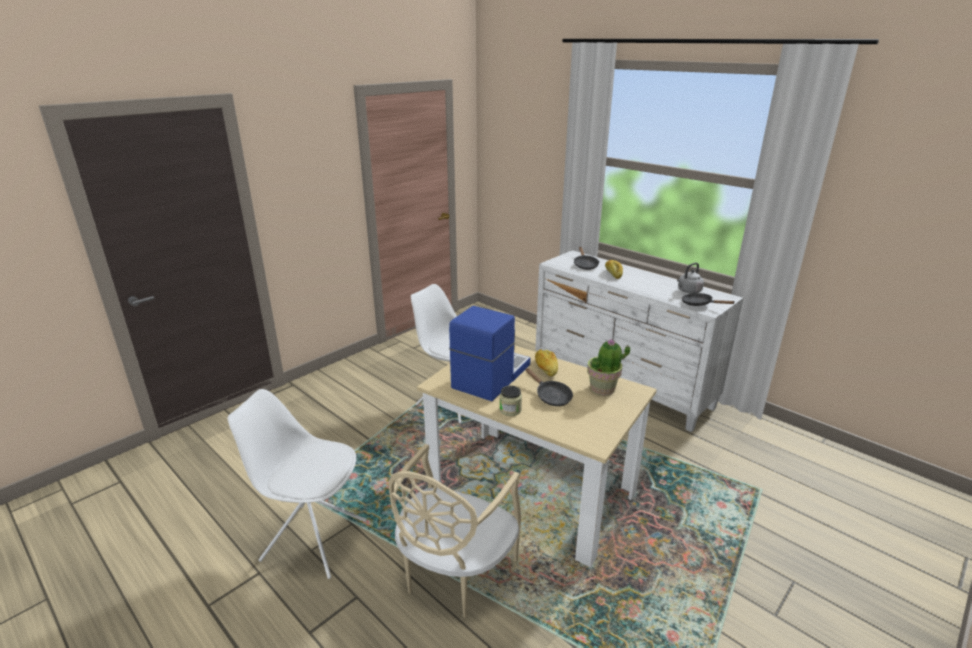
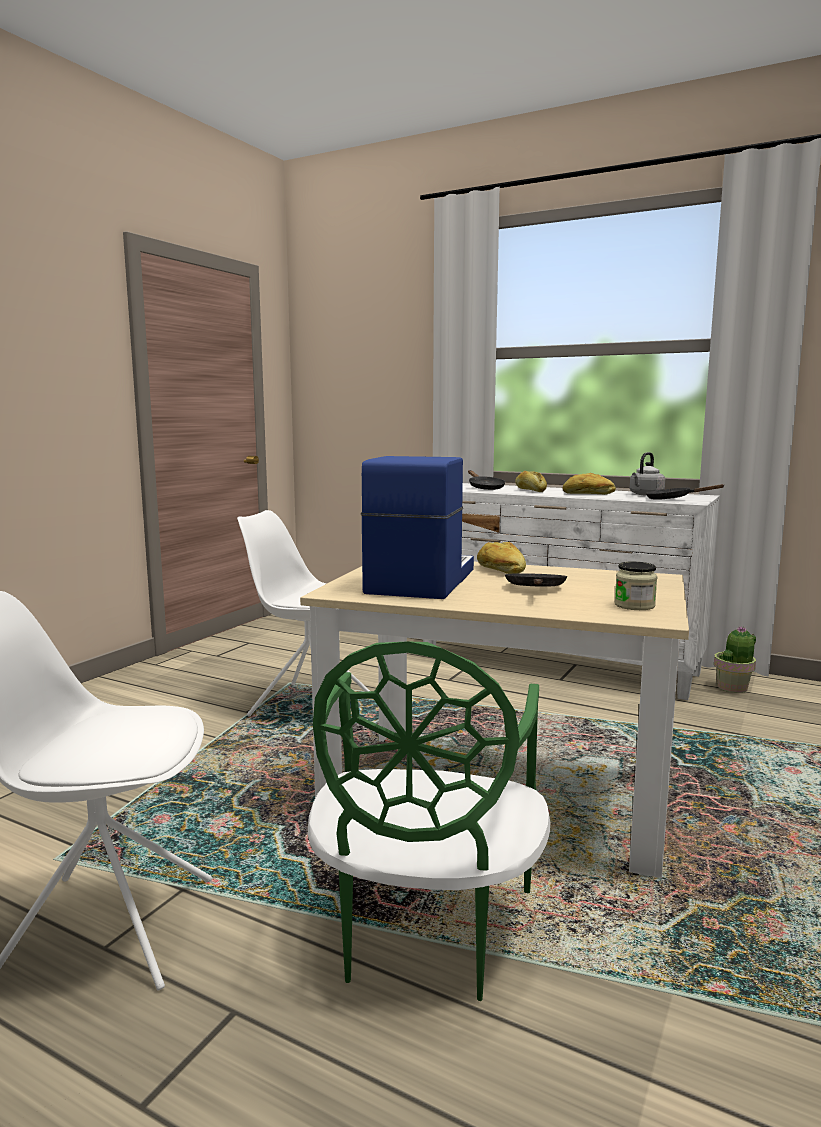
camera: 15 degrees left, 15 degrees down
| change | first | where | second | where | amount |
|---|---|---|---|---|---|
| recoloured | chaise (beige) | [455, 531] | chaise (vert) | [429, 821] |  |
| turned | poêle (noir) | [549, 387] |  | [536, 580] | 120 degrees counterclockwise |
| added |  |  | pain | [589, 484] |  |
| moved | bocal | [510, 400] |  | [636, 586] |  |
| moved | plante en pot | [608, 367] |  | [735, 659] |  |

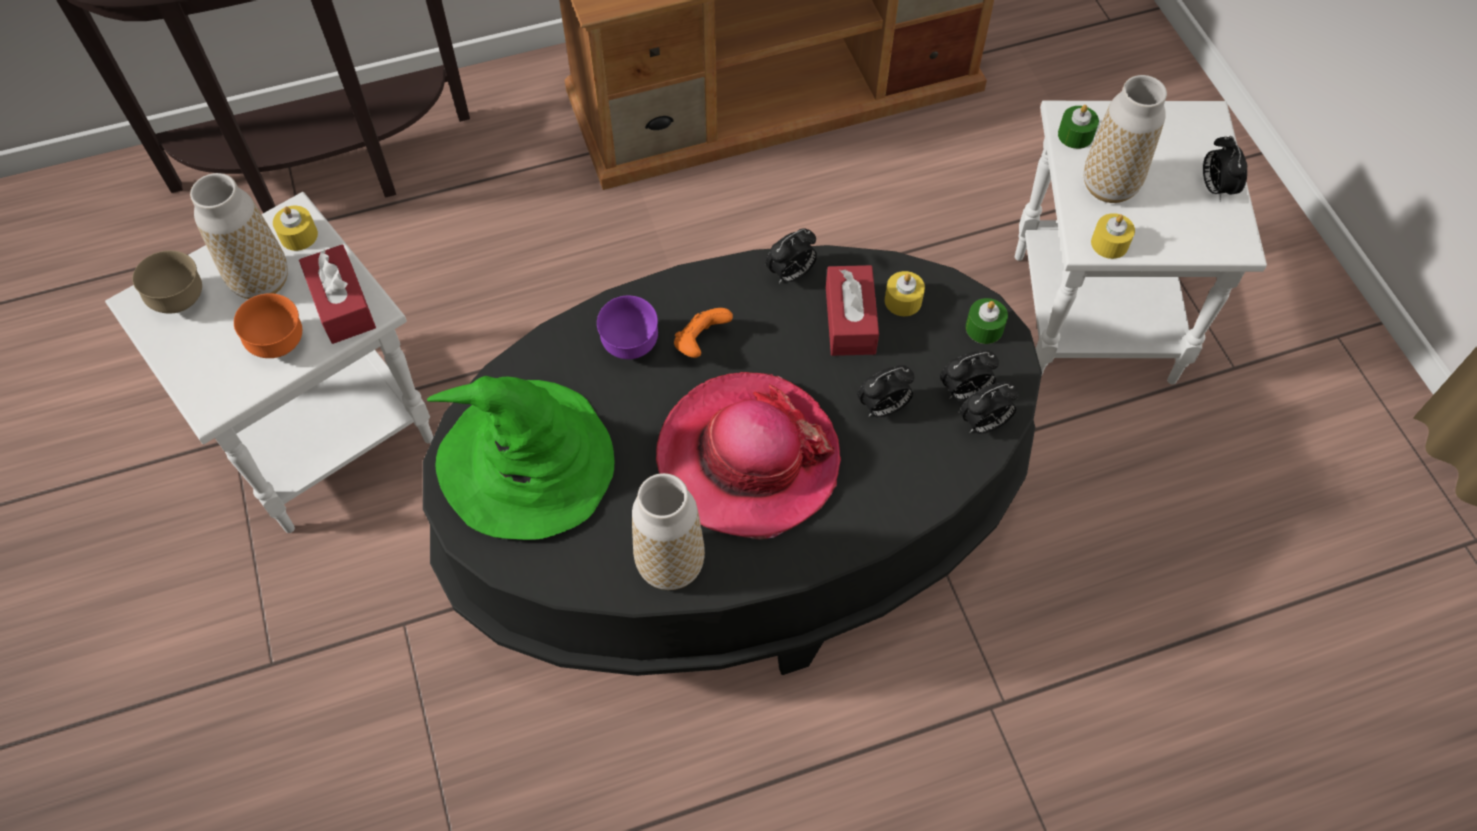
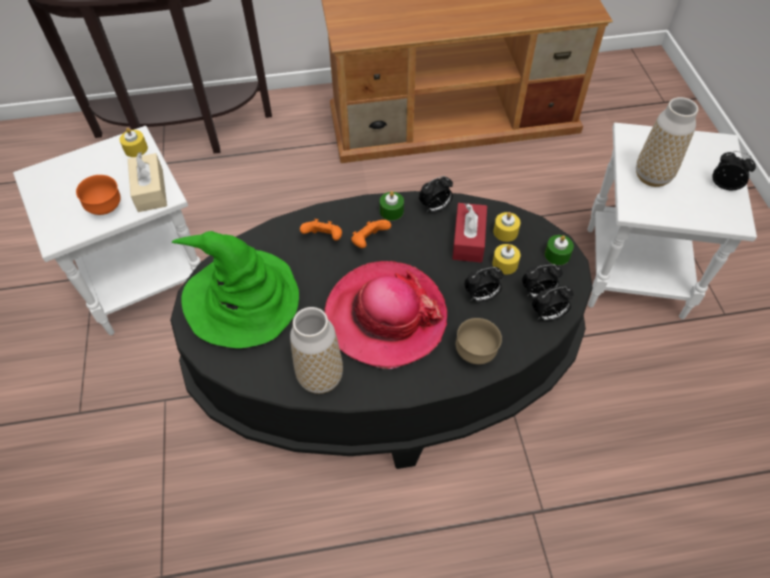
camera: 10 degrees right, 5 degrees down
| change | first | where | second | where | amount |
|---|---|---|---|---|---|
| recoloured | boîte à mouchoirs (rouge) | [337, 294] | boîte à mouchoirs (beige) | [147, 182] |  |
| replaced | bol (violet) | [627, 327] | manette (orange) | [321, 230] |  |
| moved | bougie (vert) | [1078, 127] |  | [392, 206] |  |
| moved | bol (marron) | [167, 282] |  | [479, 341] |  |
| moved | bougie (jaune) | [1113, 236] |  | [506, 259] |  |
| turned | réveil | [1225, 168] |  | [734, 170] | 120 degrees clockwise |
| removed | vase | [239, 236] |  |  |  |

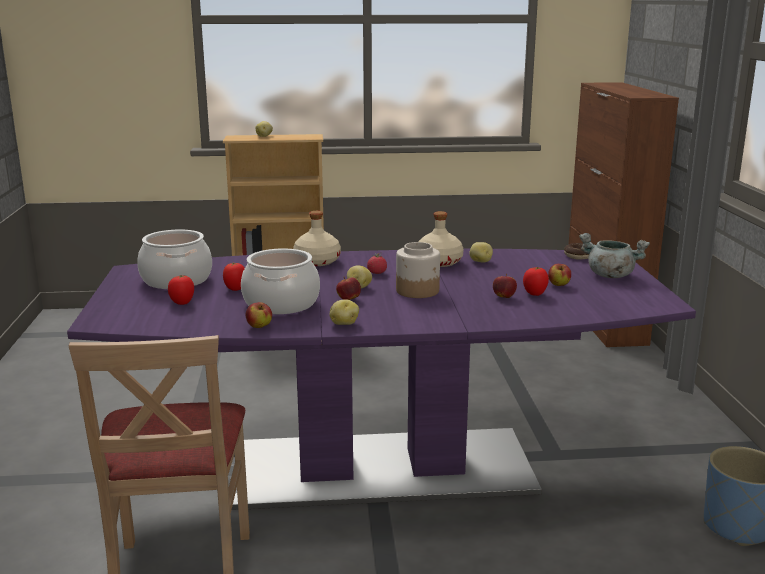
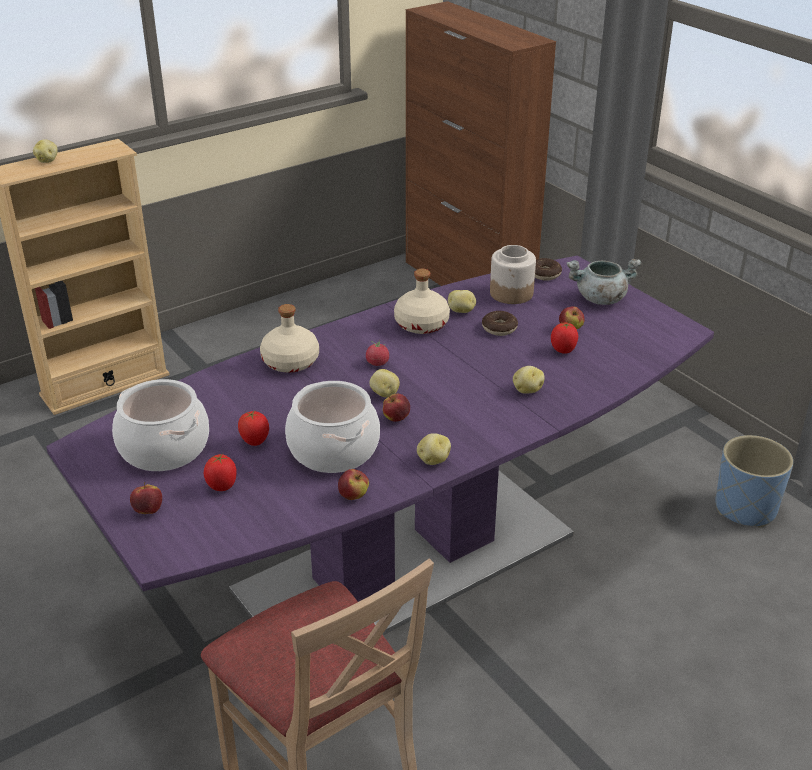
camera: 30 degrees left, 15 degrees up
| change | first | where | second | where | amount |
|---|---|---|---|---|---|
| moved | pomme | [505, 286] |  | [146, 498] |  |
| added |  |  | beignet | [500, 323] |  |
| moved | bocal | [418, 270] |  | [513, 274] |  |
| added |  |  | pomme de terre | [528, 380] |  |

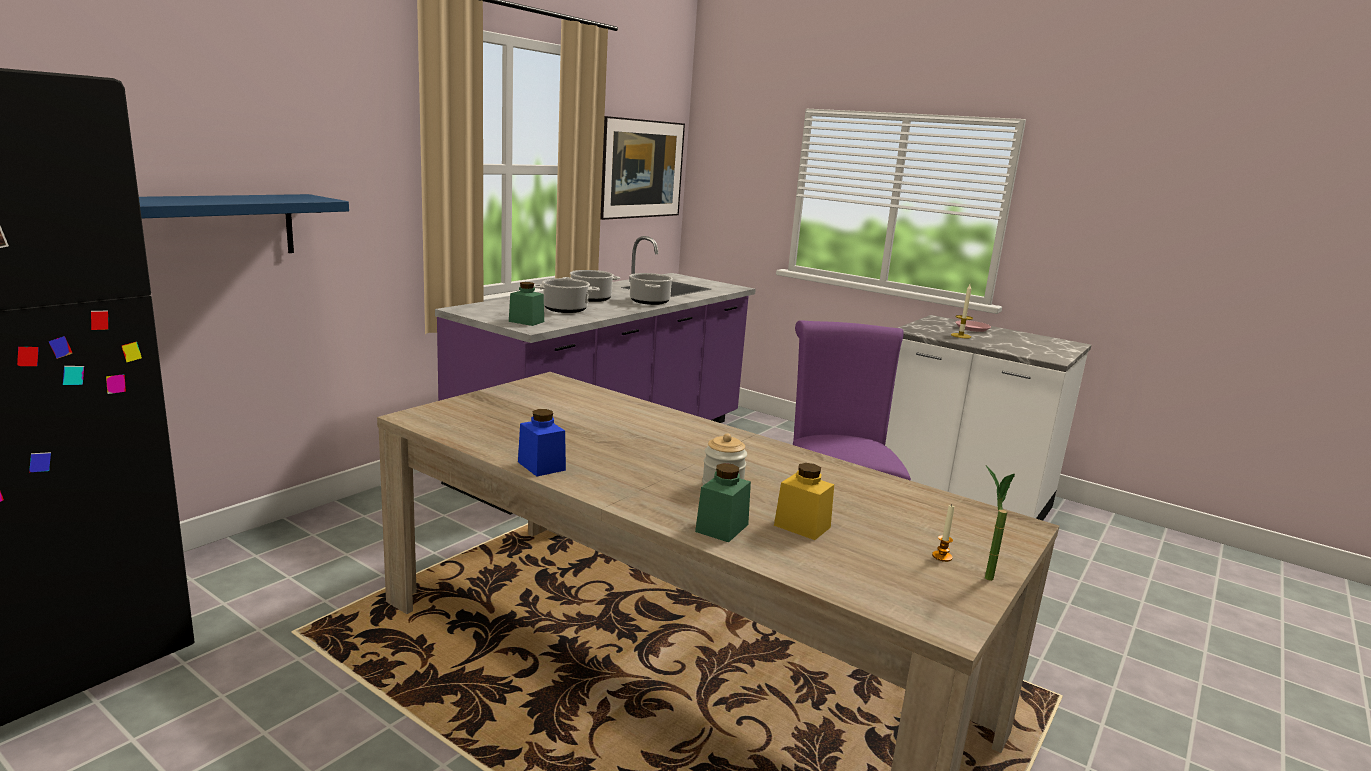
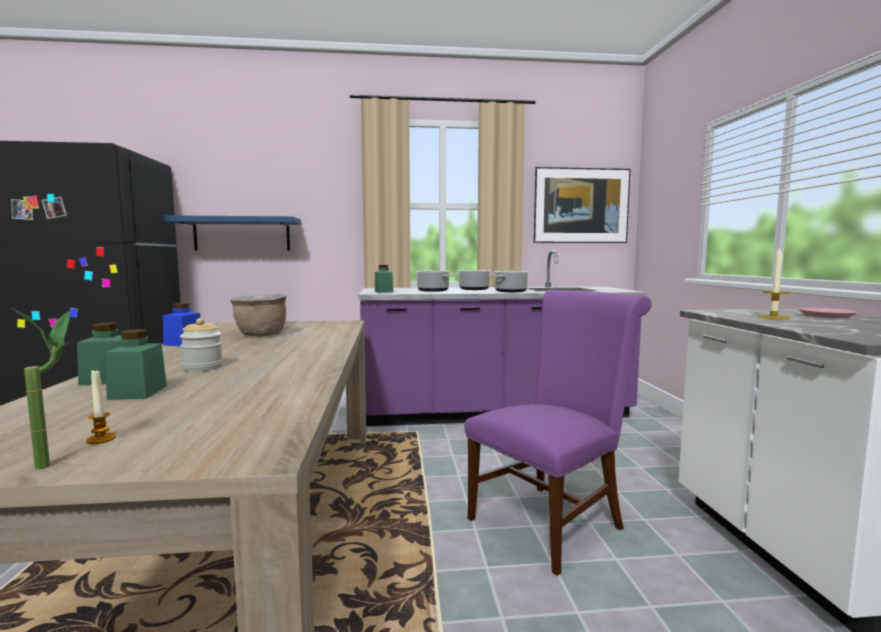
camera: 50 degrees right, 10 degrees down
| change | first | where | second | where | amount |
|---|---|---|---|---|---|
| recoloured | bocal (jaune) | [804, 501] | bocal (vert) | [136, 364] |  |
| added |  |  | marmite (marron) | [258, 315] |  |

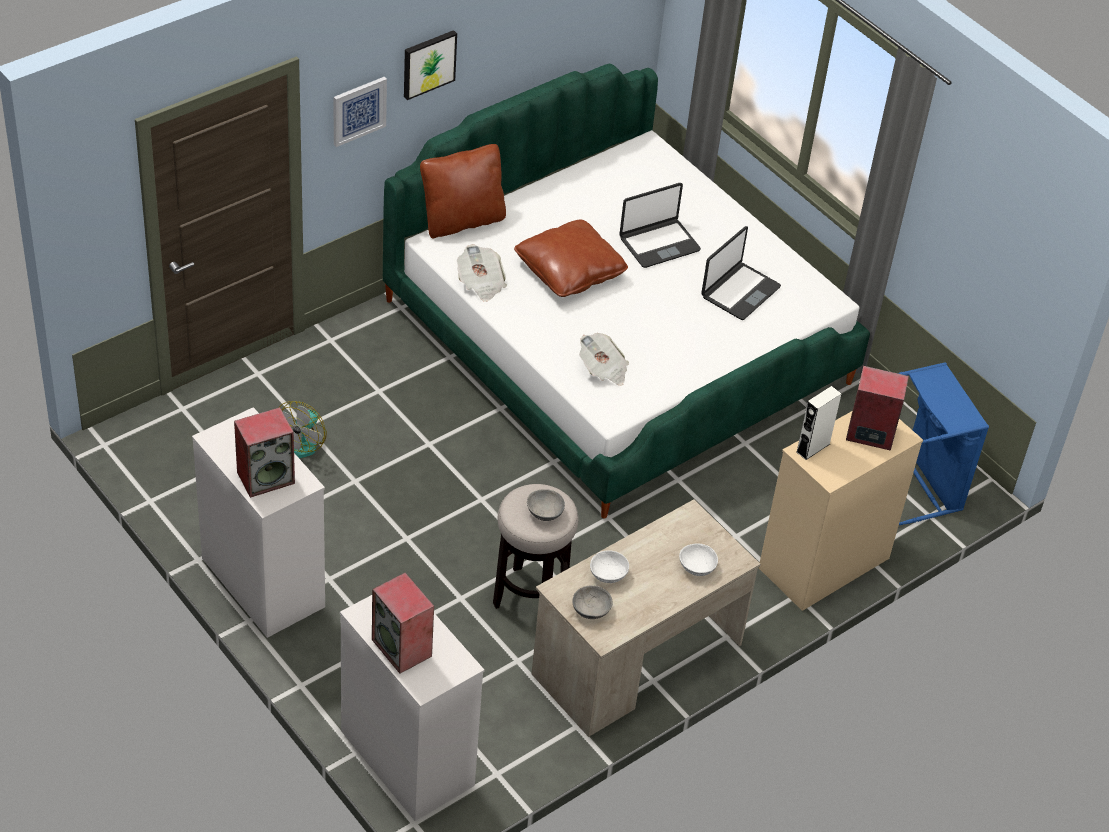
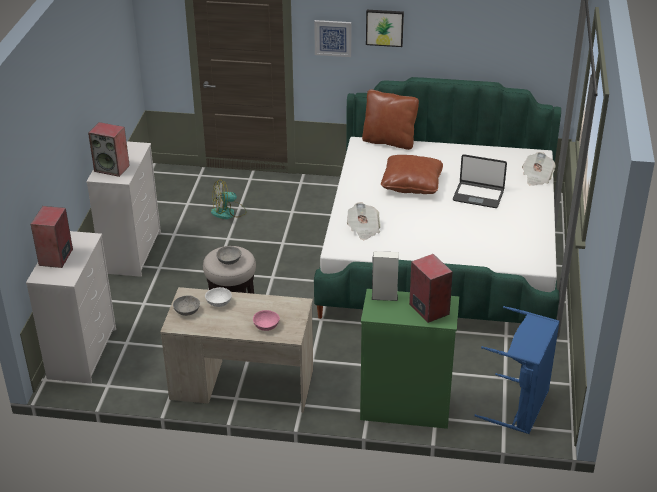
camera: 50 degrees right, 10 degrees down
| change | first | where | second | where | amount |
|---|---|---|---|---|---|
| recoloured | bol (blanc) | [698, 560] | bol (rose) | [266, 320] |  |
| recoloured | commode (beige) | [841, 511] | commode (vert) | [409, 359] |  |
| moved | journal | [482, 273] |  | [539, 169] |  |
| removed | ordinateur portable | [741, 273] |  |  |  |

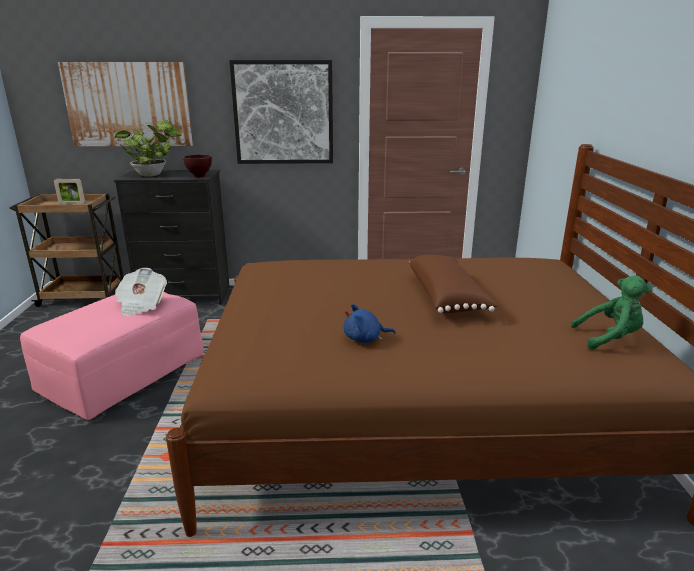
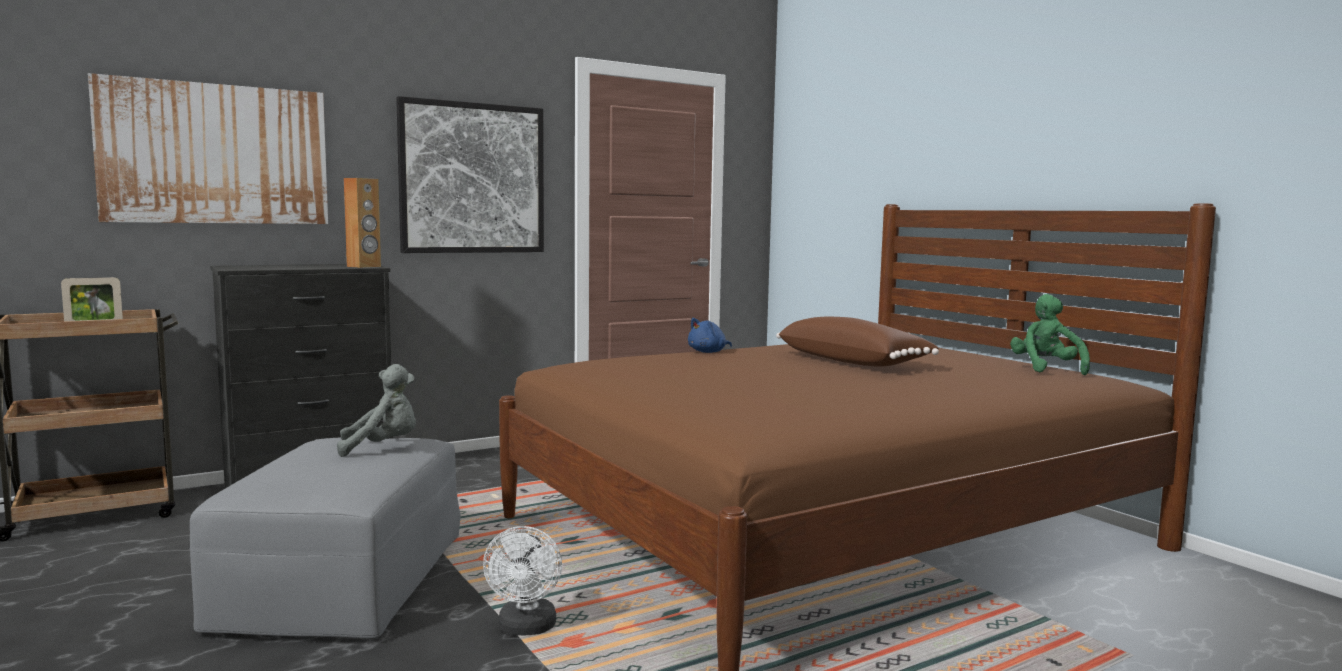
camera: 30 degrees left, 15 degrees down
| change | first | where | second | where | amount |
|---|---|---|---|---|---|
| recoloured | pouf (rose) | [112, 356] | pouf (gris) | [325, 537] |  |
| replaced | journal | [141, 292] | peluche (gris) | [376, 410] |  |
| replaced | bol (marron) | [197, 165] | enceinte (marron) | [362, 223] |  |
| added |  |  | ventilateur (blanc) | [522, 580] |  |
| moved | peluche (bleu) | [370, 323] |  | [710, 335] |  |
| turned | peluche (vert) | [611, 313] |  | [1050, 334] | 60 degrees counterclockwise |
| removed | plante en pot | [148, 148] |  |  |  |

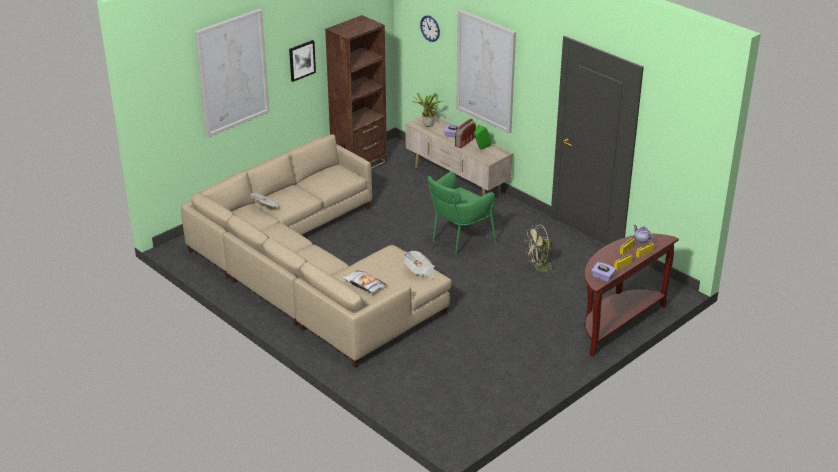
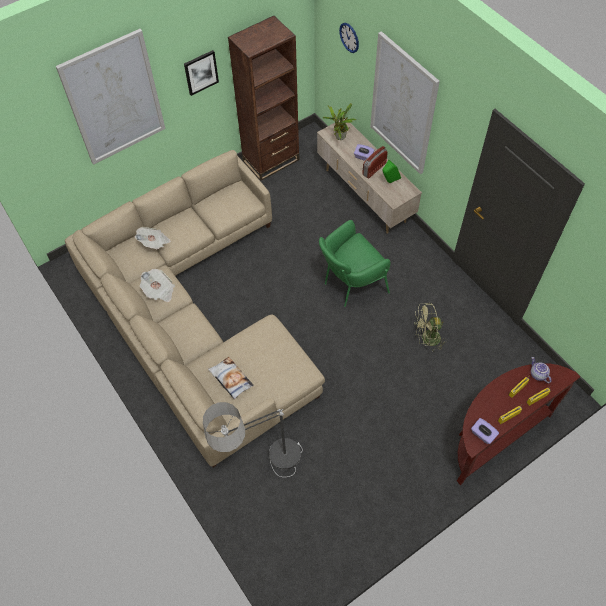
camera: 10 degrees right, 25 degrees up
| change | first | where | second | where | amount |
|---|---|---|---|---|---|
| moved | journal | [419, 264] |  | [157, 285] |  |
| added |  |  | lampadaire | [253, 439] |  |

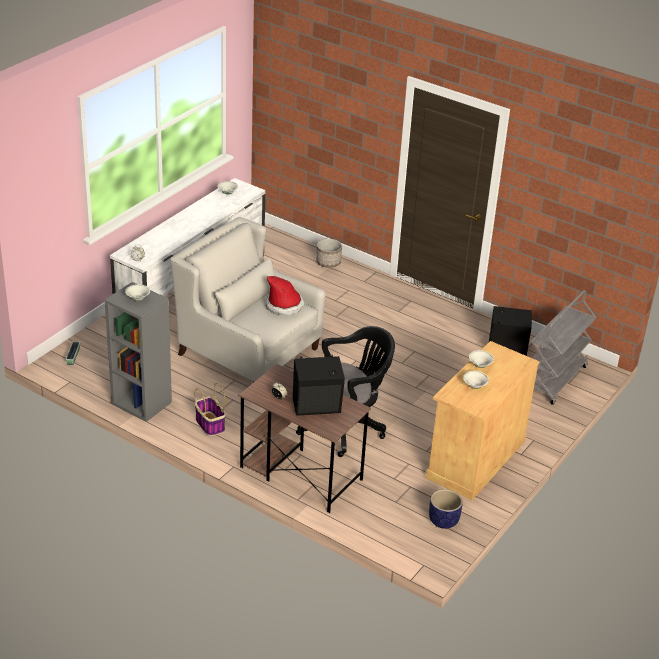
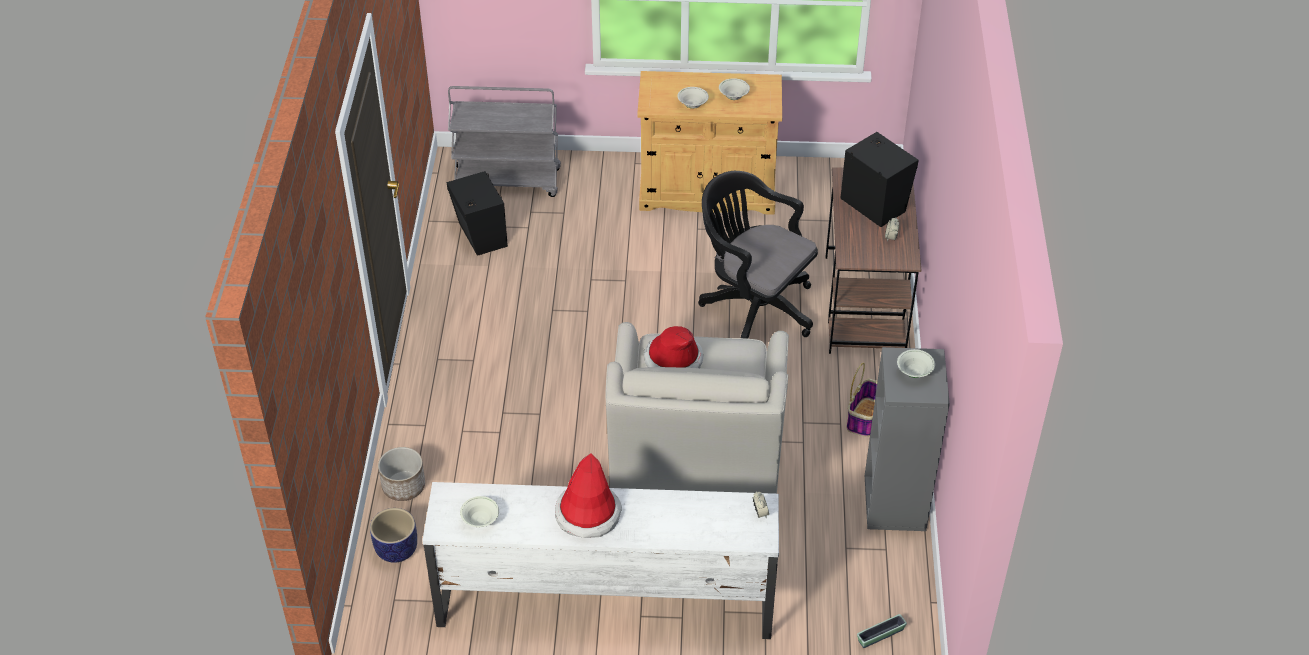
camera: 120 degrees left, 10 degrees up
| change | first | where | second | where | amount |
|---|---|---|---|---|---|
| moved | cache-pot | [446, 509] |  | [393, 535] |  |
| added |  |  | chapeau | [588, 495] |  |

